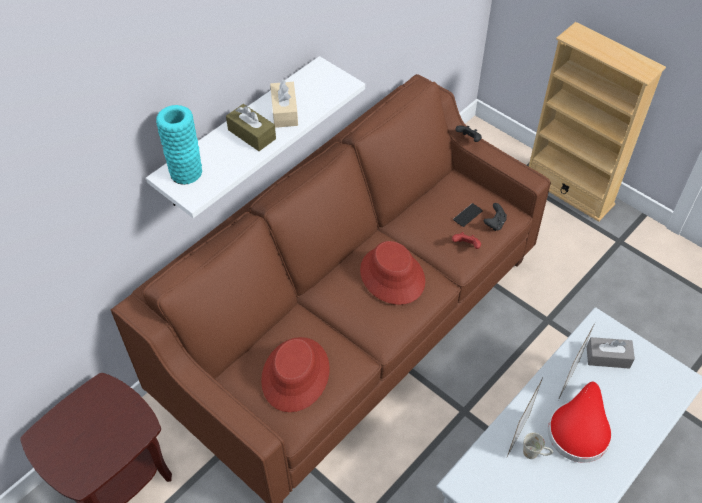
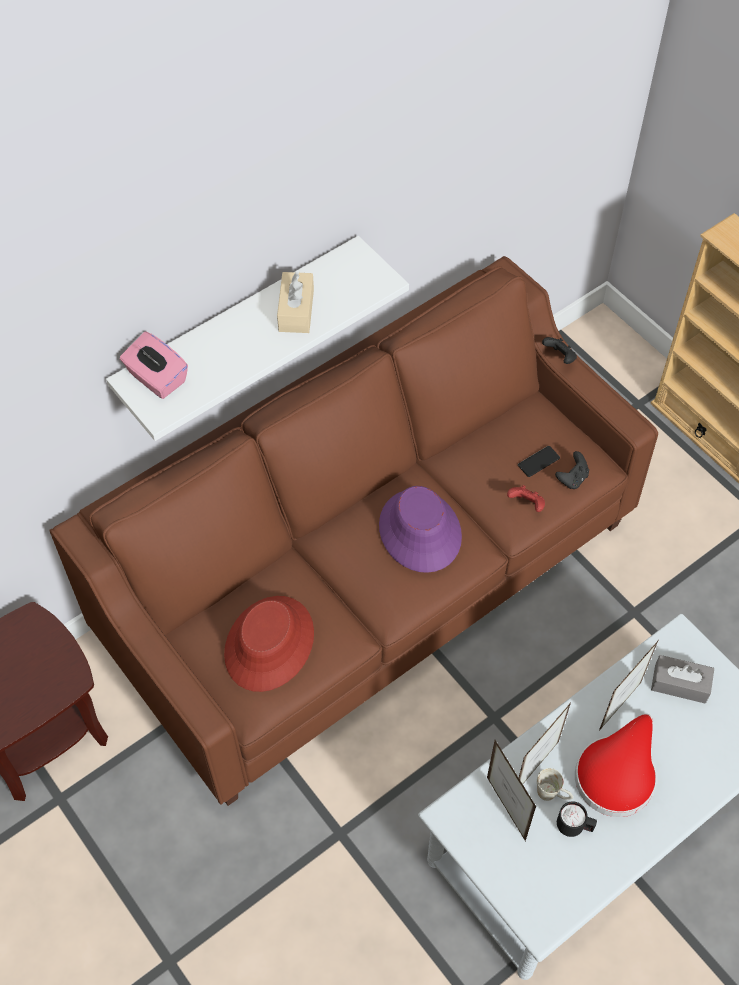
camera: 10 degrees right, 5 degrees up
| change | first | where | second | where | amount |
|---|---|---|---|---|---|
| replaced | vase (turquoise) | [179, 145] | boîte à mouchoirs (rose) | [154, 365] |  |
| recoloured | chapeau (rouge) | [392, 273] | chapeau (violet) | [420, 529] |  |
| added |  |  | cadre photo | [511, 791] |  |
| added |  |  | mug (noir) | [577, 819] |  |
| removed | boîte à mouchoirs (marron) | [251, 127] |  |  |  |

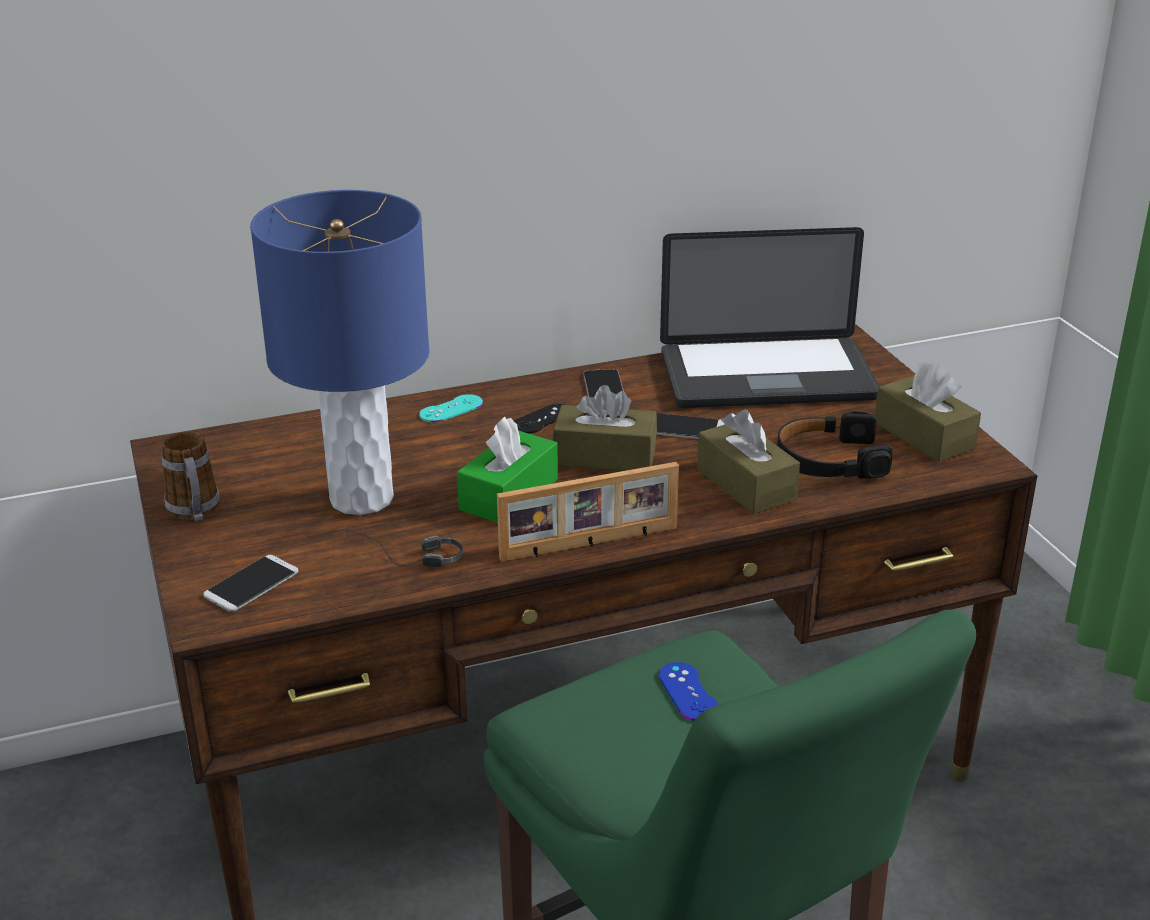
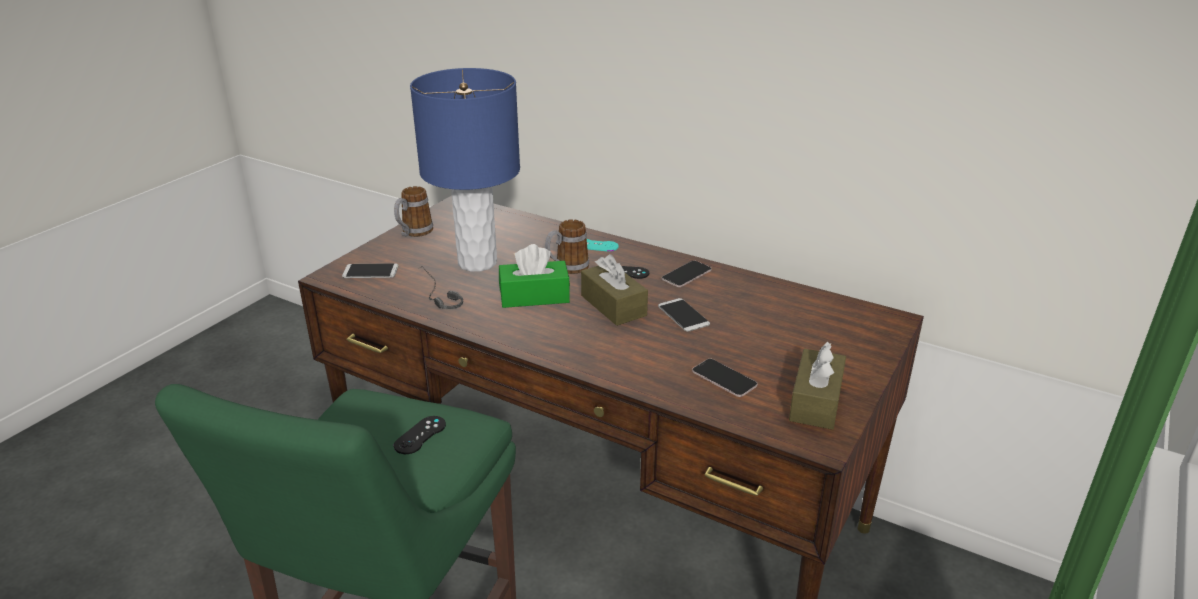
camera: 50 degrees right, 0 degrees up
| change | first | where | second | where | amount |
|---|---|---|---|---|---|
| recoloured | manette (bleu) | [688, 691] | manette (noir) | [420, 435] |  |
| added |  |  | mug | [567, 246] |  |
| replaced | casque audio (noir) | [835, 445] | téléphone | [725, 378] |  |
| removed | cadre photo | [588, 512] |  |  |  |
| removed | ordinateur portable | [770, 317] |  |  |  |
| removed | boîte à mouchoirs (marron) | [748, 461] |  |  |  |

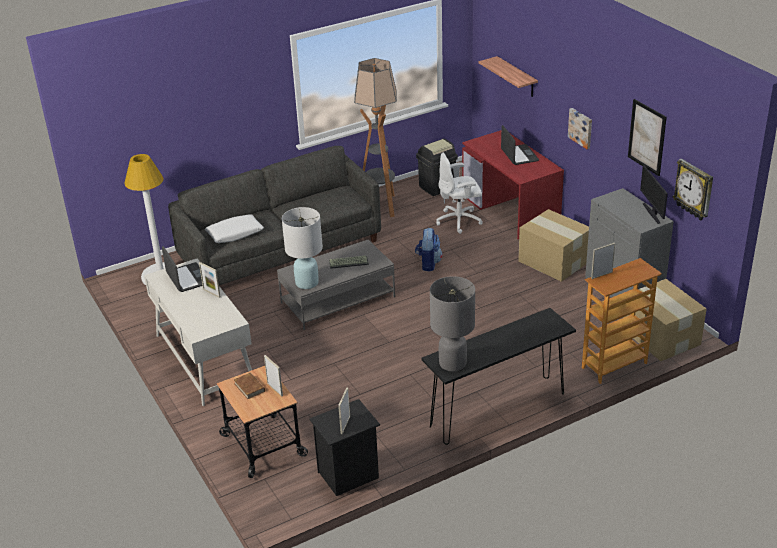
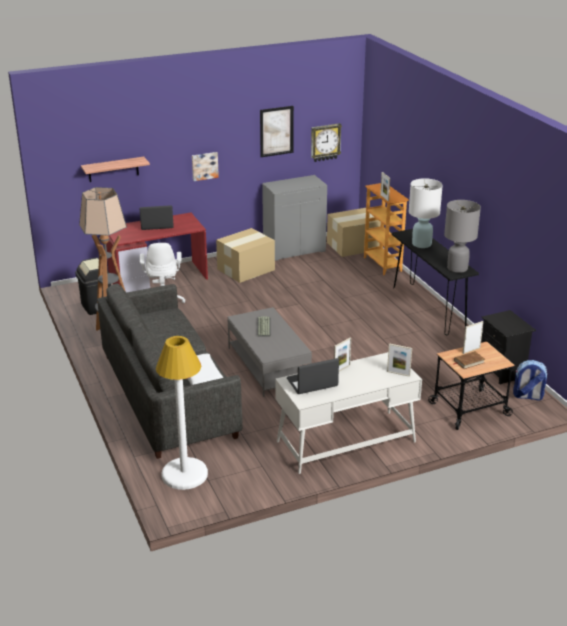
camera: 85 degrees left, 5 degrees down
| change | first | where | second | where | amount |
|---|---|---|---|---|---|
| moved | cadre photo | [344, 410] |  | [399, 360] |  |
| moved | lampe de table (blanc) | [302, 248] |  | [426, 213] |  |
| moved | sac à dos | [428, 250] |  | [530, 380] |  |
| removed | écran d'ordinateur | [654, 194] |  |  |  |

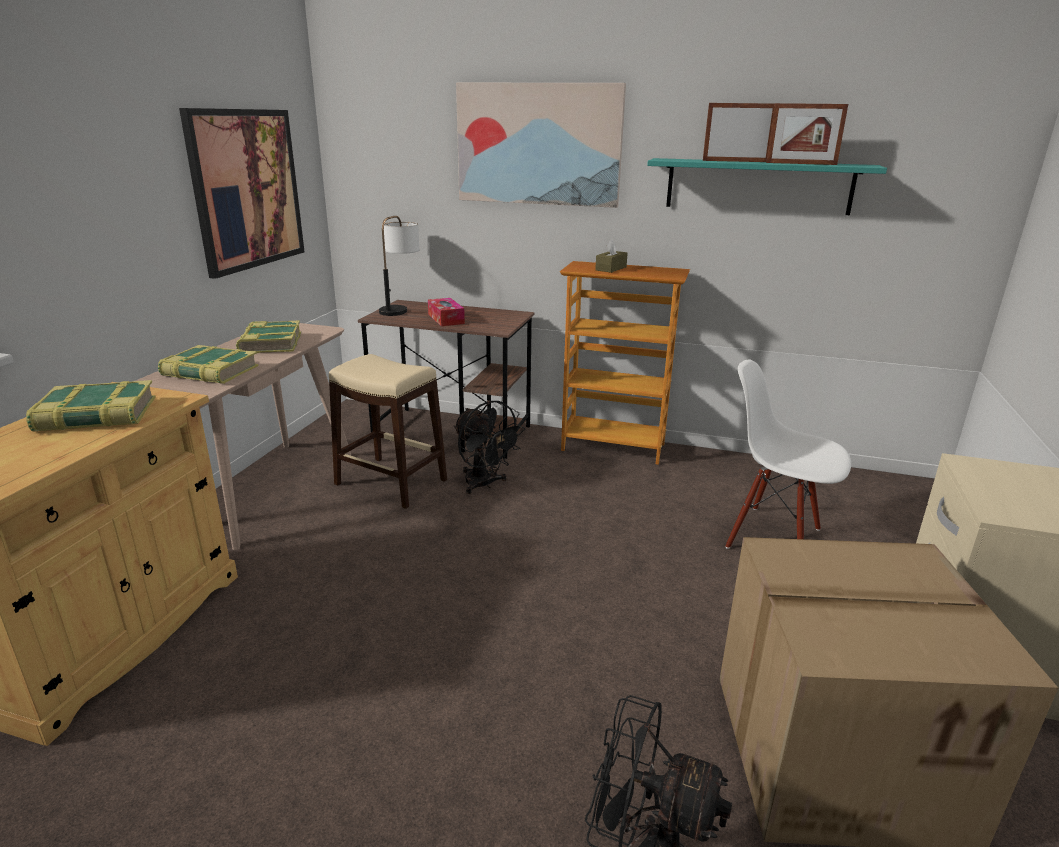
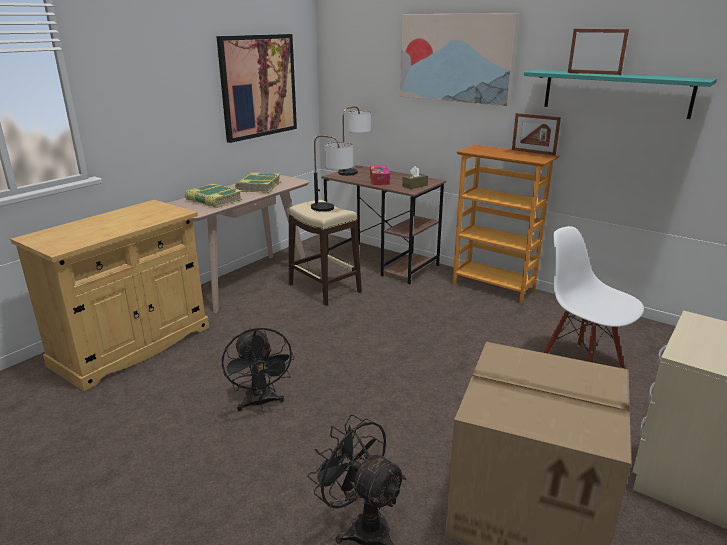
camera: 20 degrees right, 0 degrees up
| change | first | where | second | where | amount |
|---|---|---|---|---|---|
| moved | ventilateur (noir) | [489, 447] |  | [258, 369] |  |
| added |  |  | lampe de table | [332, 173] |  |
| moved | boîte à mouchoirs (marron) | [611, 256] |  | [415, 177] |  |
| moved | cadre photo | [807, 134] |  | [536, 134] |  |
| removed | livre | [91, 405] |  |  |  |

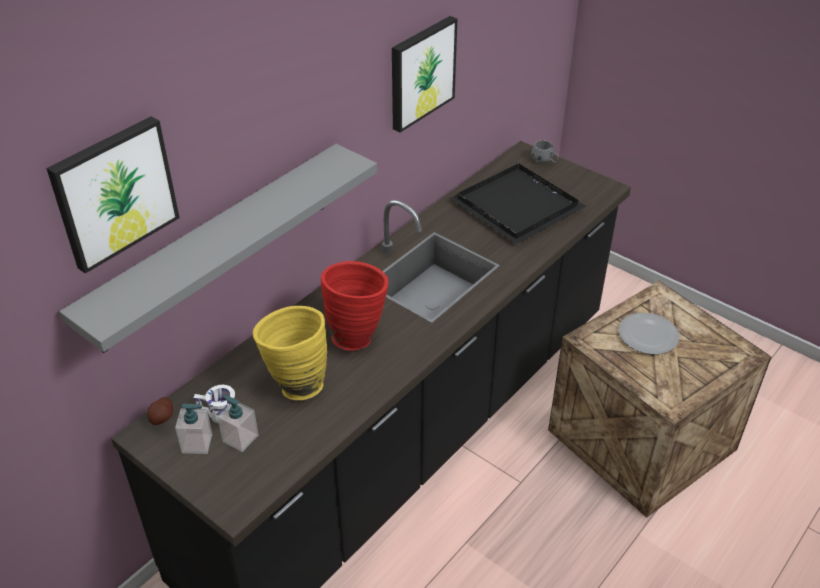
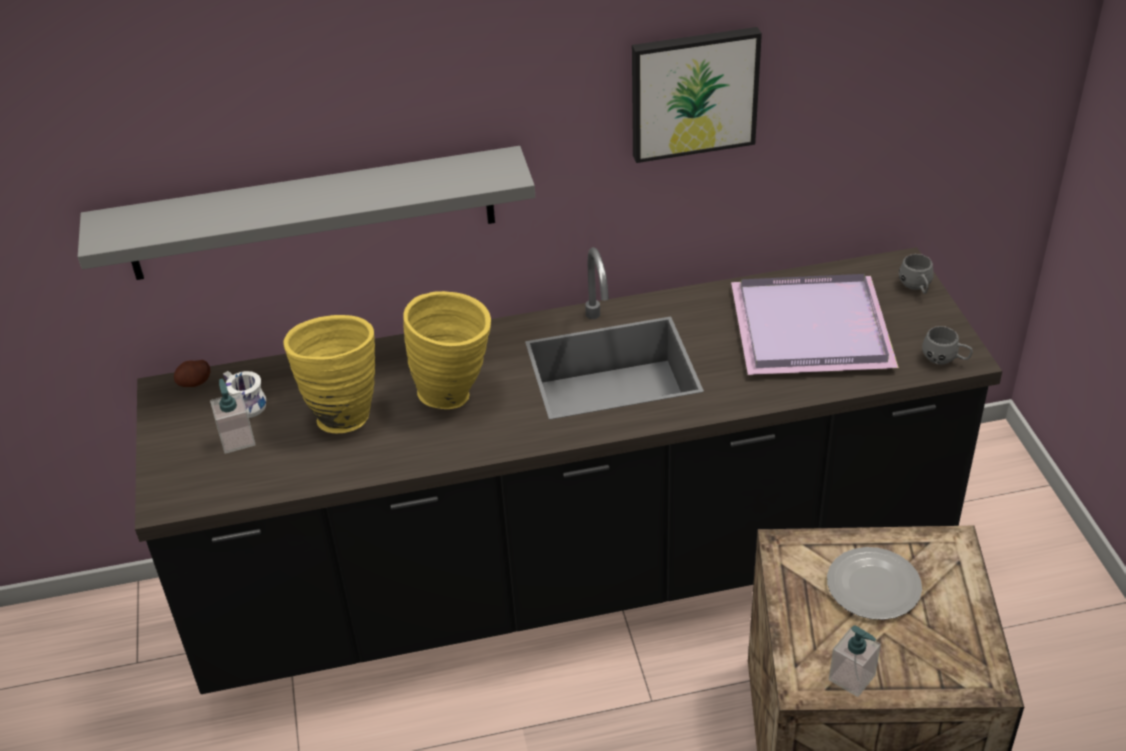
camera: 40 degrees right, 0 degrees up
| change | first | where | second | where | amount |
|---|---|---|---|---|---|
| recoloured | vase (rouge) | [355, 306] | vase (jaune) | [447, 350] |  |
| recoloured | plateau (noir) | [518, 203] | plateau (violet) | [815, 324] |  |
| moved | distributeur de savon | [193, 429] |  | [855, 661] |  |
| added |  |  | mug (gris) | [947, 345] |  |
| removed | tableau | [113, 195] |  |  |  |

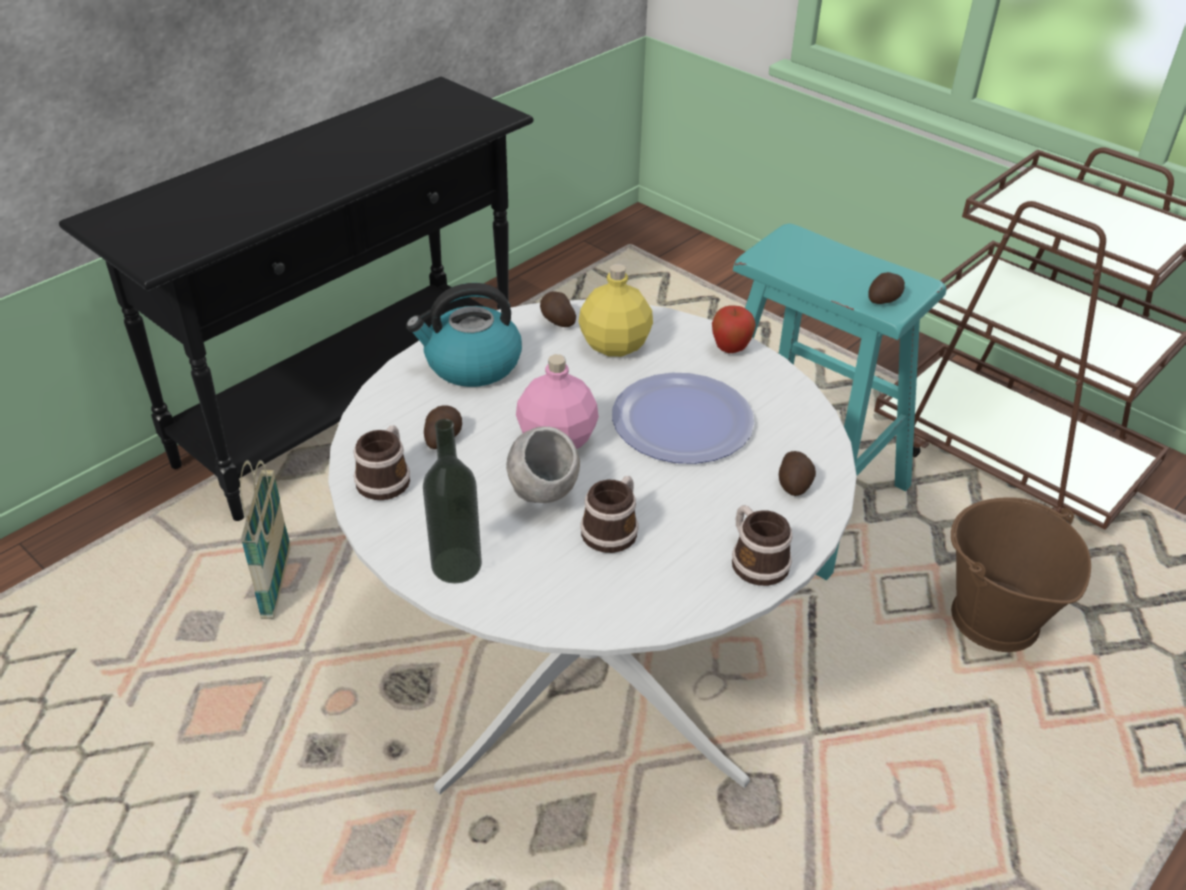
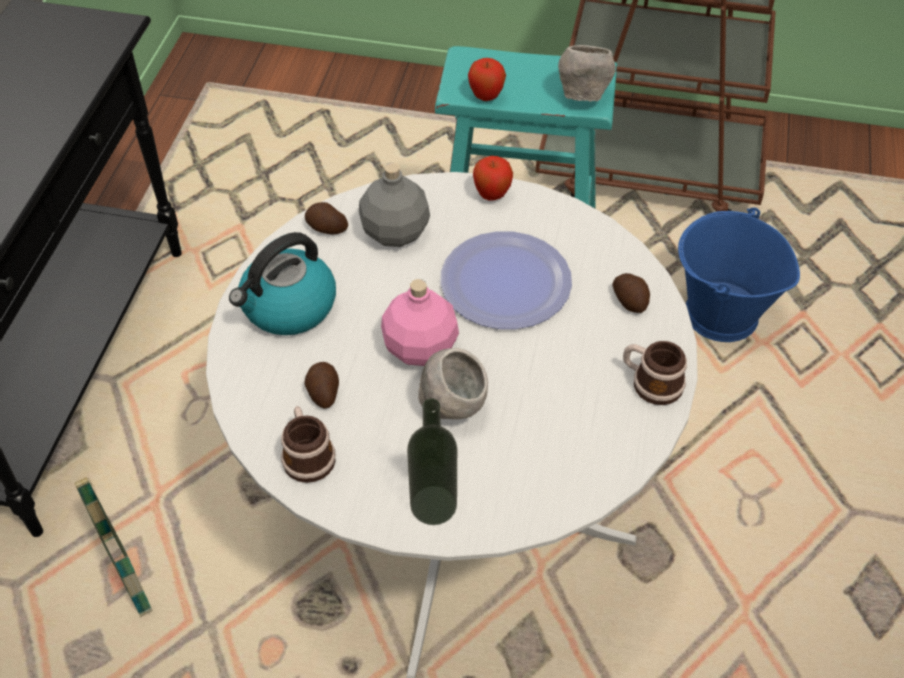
camera: 30 degrees left, 10 degrees up
| change | first | where | second | where | amount |
|---|---|---|---|---|---|
| recoloured | bouteille (jaune) | [616, 310] | bouteille (gris) | [394, 205] |  |
| added |  |  | pomme | [487, 79] |  |
| replaced | pomme de terre | [886, 288] | bol (gris) | [586, 73] |  |
| recoloured | seau (marron) | [1021, 574] | seau (bleu) | [739, 275] |  |
| removed | mug | [609, 514] |  |  |  |

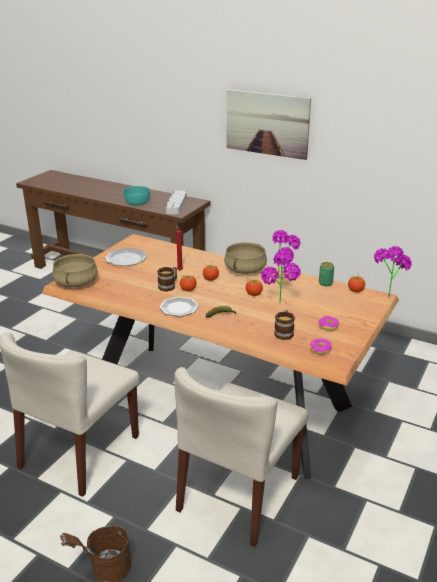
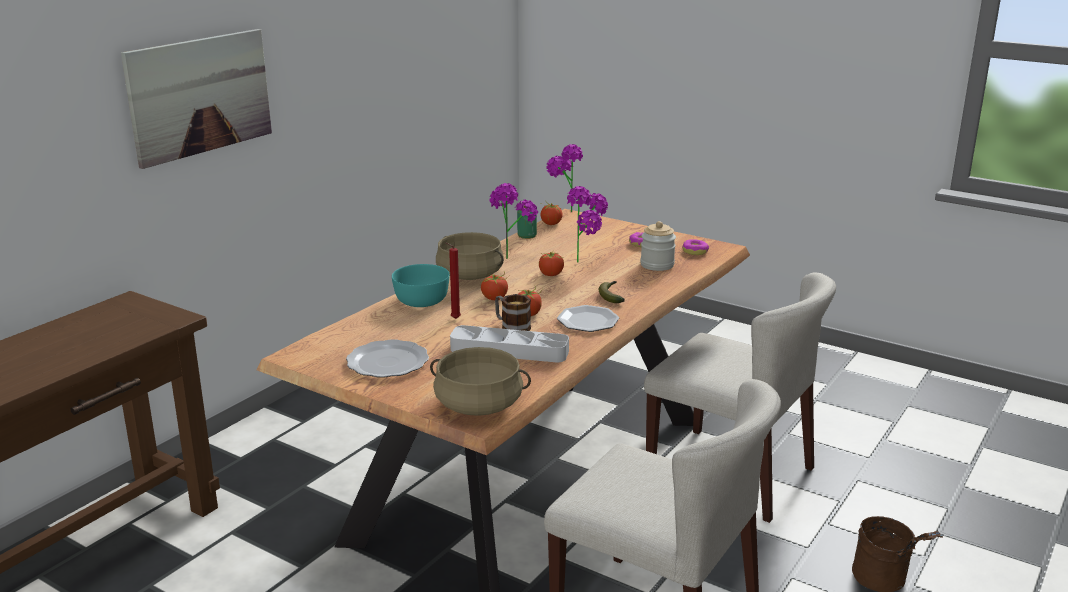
camera: 85 degrees left, 5 degrees down
| change | first | where | second | where | amount |
|---|---|---|---|---|---|
| moved | bol (turquoise) | [136, 196] |  | [421, 285] |  |
| moved | plateau (gris) | [176, 202] |  | [509, 344] |  |
| replaced | mug | [284, 325] | bocal | [658, 246] |  |

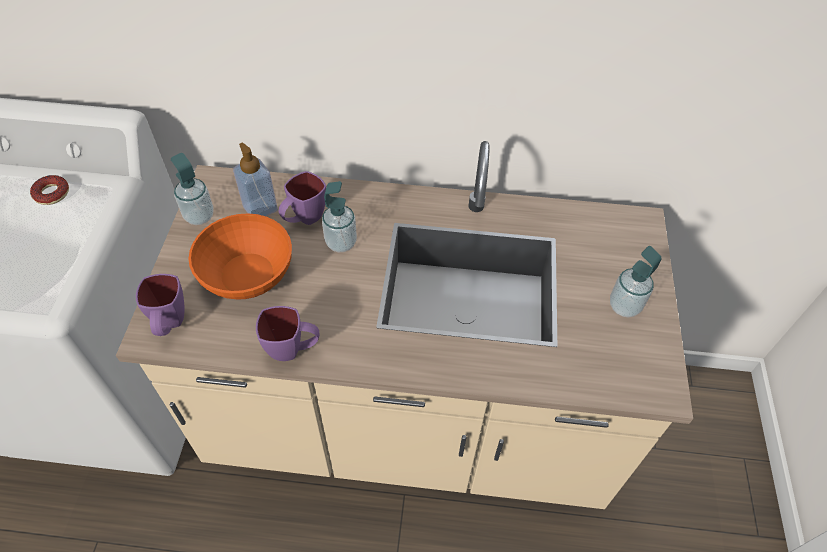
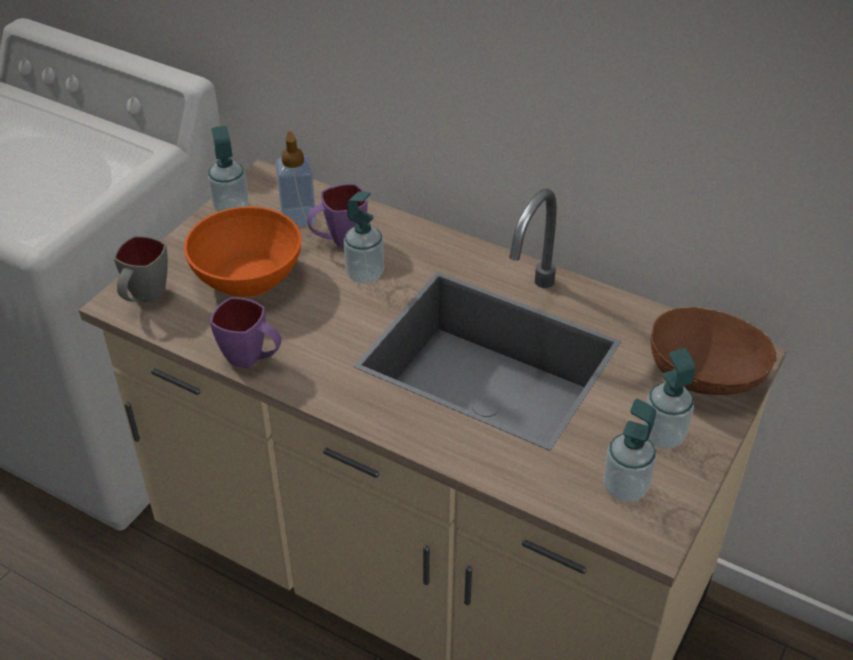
camera: 25 degrees right, 10 degrees down
| change | first | where | second | where | amount |
|---|---|---|---|---|---|
| recoloured | mug (violet) | [160, 305] | mug (gris) | [141, 269] |  |
| added |  |  | distributeur de savon | [629, 450] |  |
| added |  |  | bol (marron) | [713, 351] |  |
| removed | beignet | [49, 190] |  |  |  |

